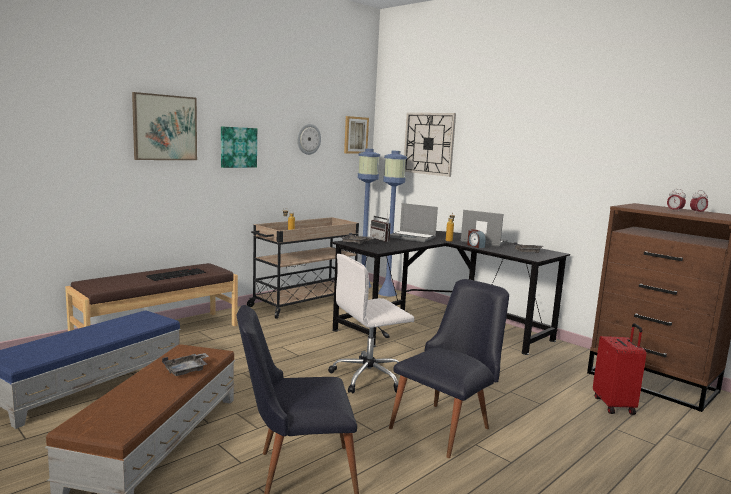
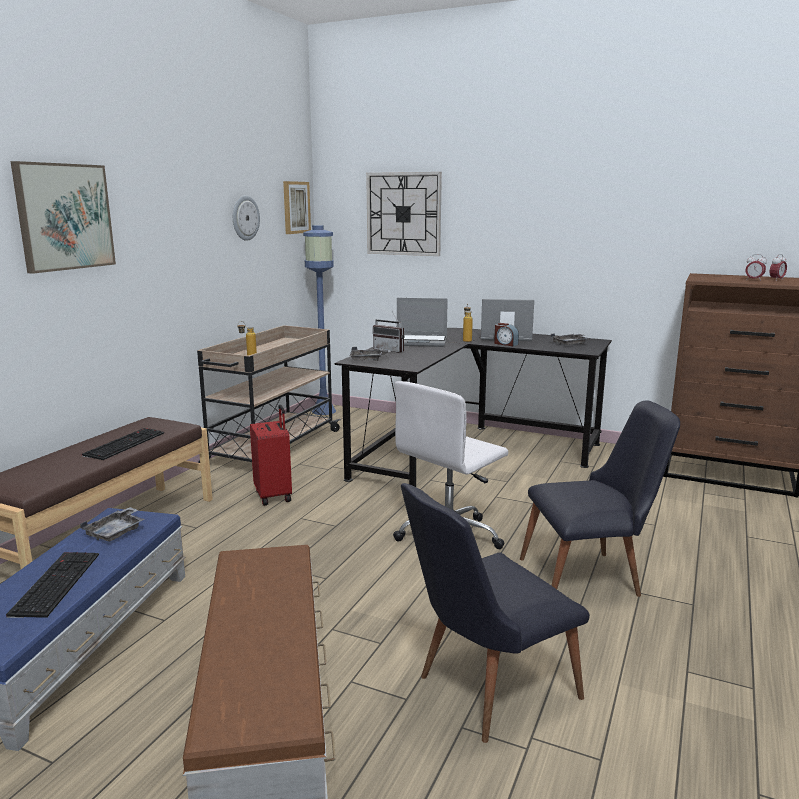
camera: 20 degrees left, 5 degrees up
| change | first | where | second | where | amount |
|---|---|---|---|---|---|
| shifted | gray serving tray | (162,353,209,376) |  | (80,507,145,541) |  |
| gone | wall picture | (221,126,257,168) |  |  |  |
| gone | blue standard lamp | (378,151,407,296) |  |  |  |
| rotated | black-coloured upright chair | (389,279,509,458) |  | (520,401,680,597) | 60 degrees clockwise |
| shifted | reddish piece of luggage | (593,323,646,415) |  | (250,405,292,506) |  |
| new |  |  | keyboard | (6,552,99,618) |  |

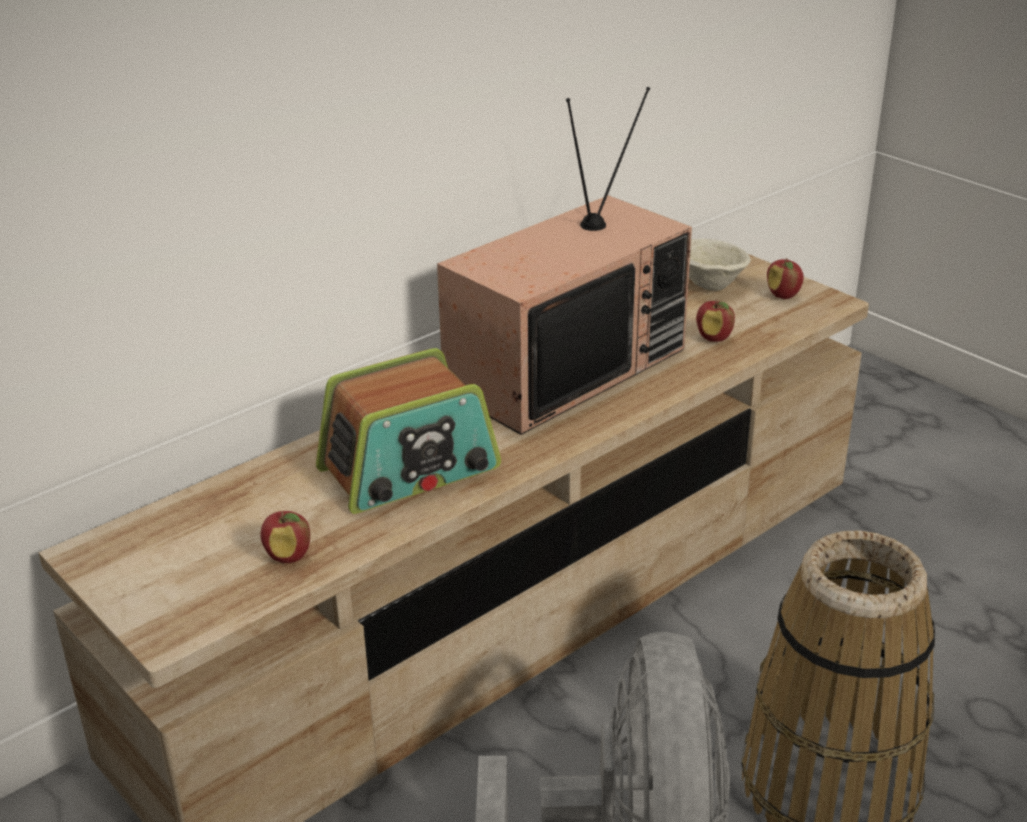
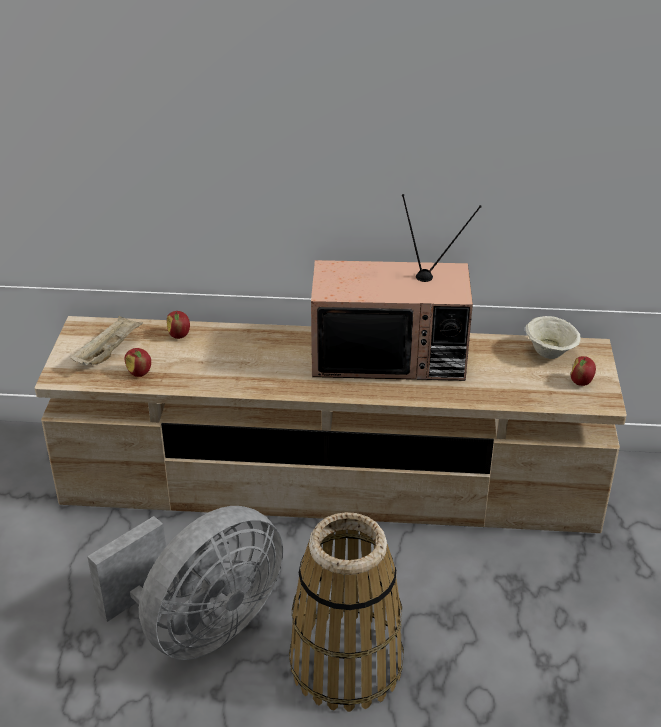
camera: 45 degrees right, 5 degrees up
| change | first | where | second | where | amount |
|---|---|---|---|---|---|
| gone | radio set | (316,348,501,514) |  |  |  |
| shifted | apple | (696,299,735,342) |  | (167,311,190,339) |  |
| new |  |  | beige serving tray | (70,316,143,366) |  |

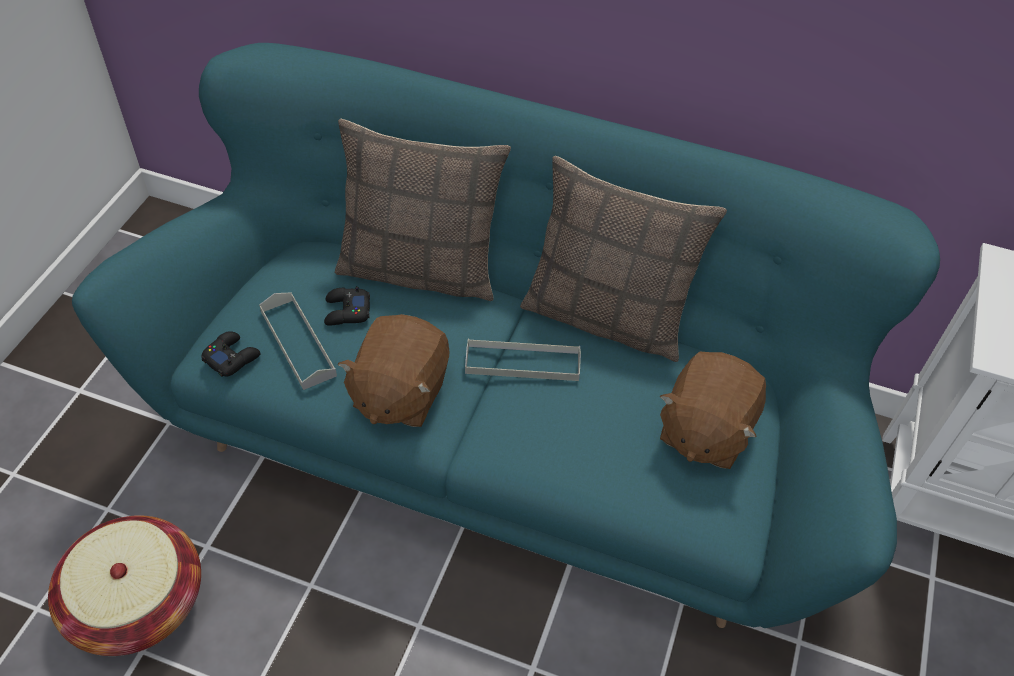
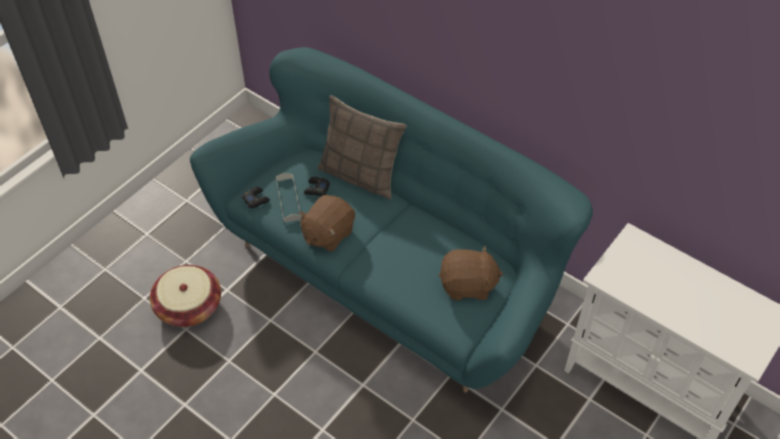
camera: 20 degrees right, 0 degrees up
| change | first | where | second | where | amount |
|---|---|---|---|---|---|
| gone | gray serving tray | (465,339,581,381) |  |  |  |
| gone | throw pillow | (520,156,727,362) |  |  |  |
| rotated | brown cuddly toy | (660,351,766,469) |  | (439,245,503,300) | 135 degrees counterclockwise |

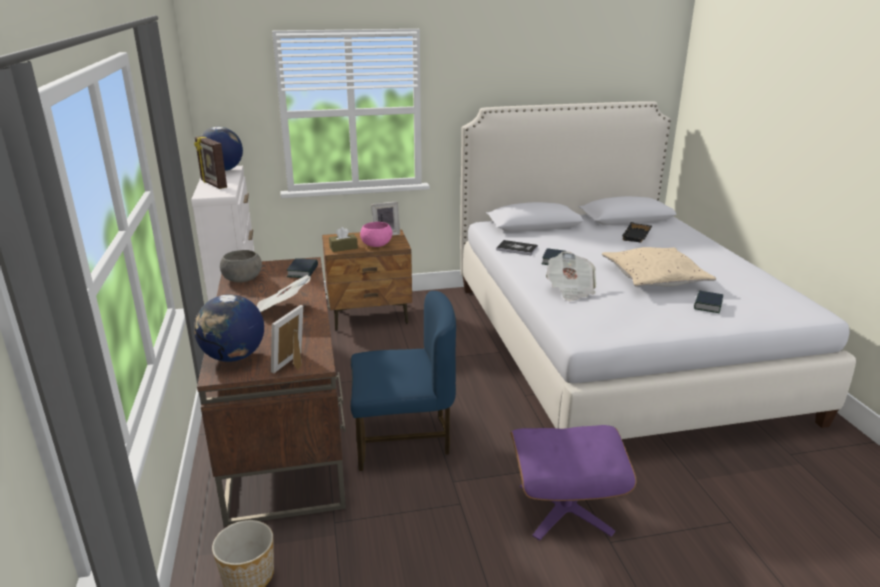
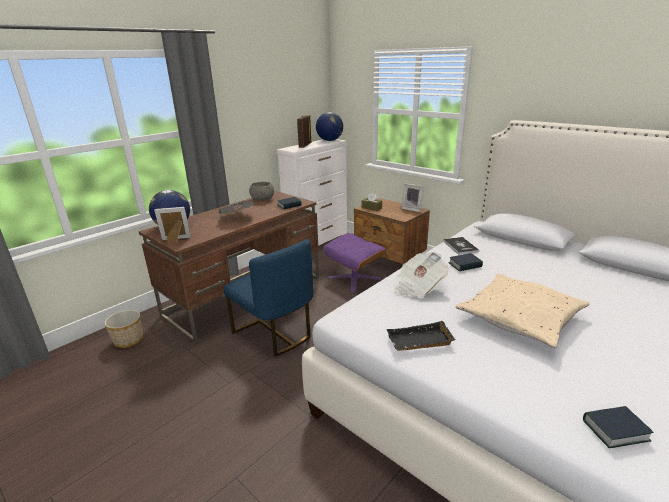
camera: 55 degrees right, 0 degrees up
| change | first | where | second | where | amount |
|---|---|---|---|---|---|
| gone | pink serving bowl | (360,222,392,247) |  |  |  |
| shifted | purplish pouffe | (511,425,636,540) |  | (323,233,387,292) |  |
| shifted | black-coloured serving tray | (622,222,652,242) |  | (387,321,455,351) |  |
| shifted | volume | (694,291,723,313) |  | (583,406,654,448) |  |

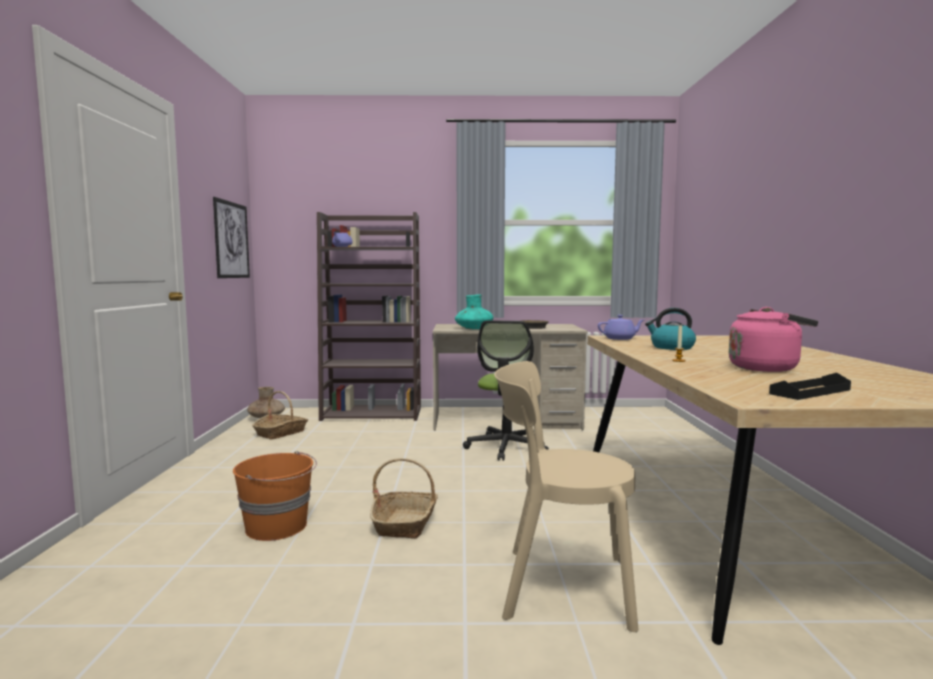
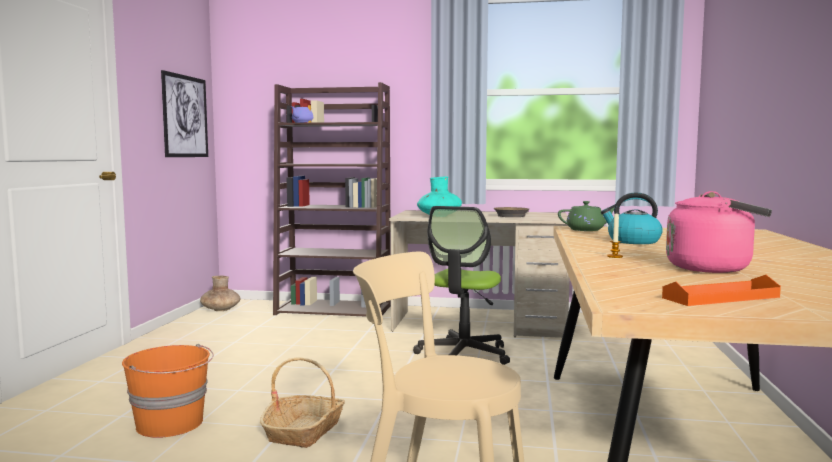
camera: 10 degrees right, 0 degrees up
| change | first | where | second | where | amount |
|---|---|---|---|---|---|
| gone | storage basket | (252,391,308,440) |  |  |  |
| repainted | purplish tea pot | (598,315,644,340) | green tea pot | (558,201,614,231) |  |
| repainted | black-coloured serving tray | (769,373,851,400) | orangey serving tray | (662,275,781,306) |  |

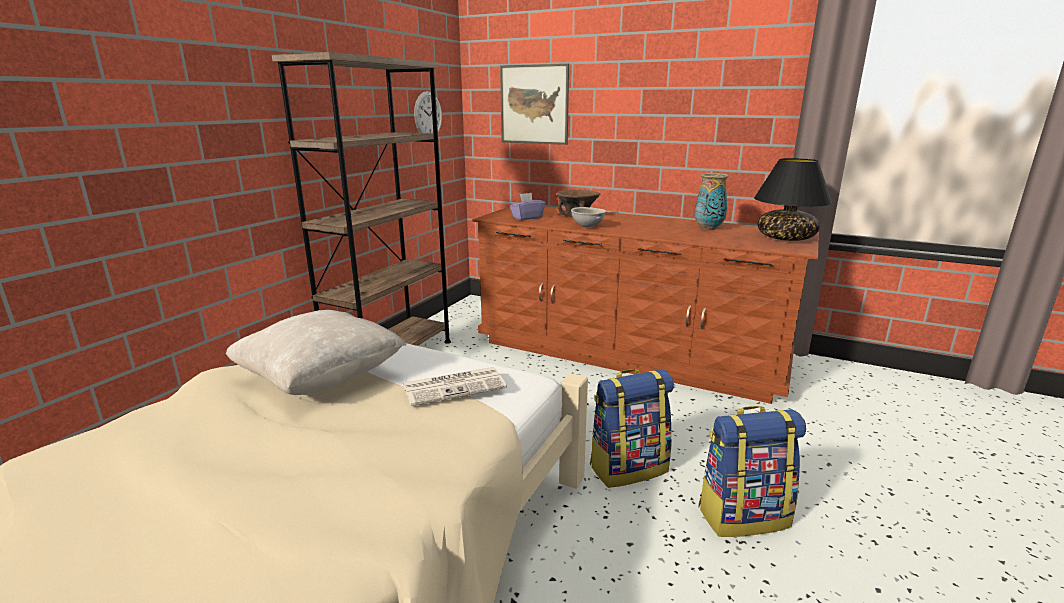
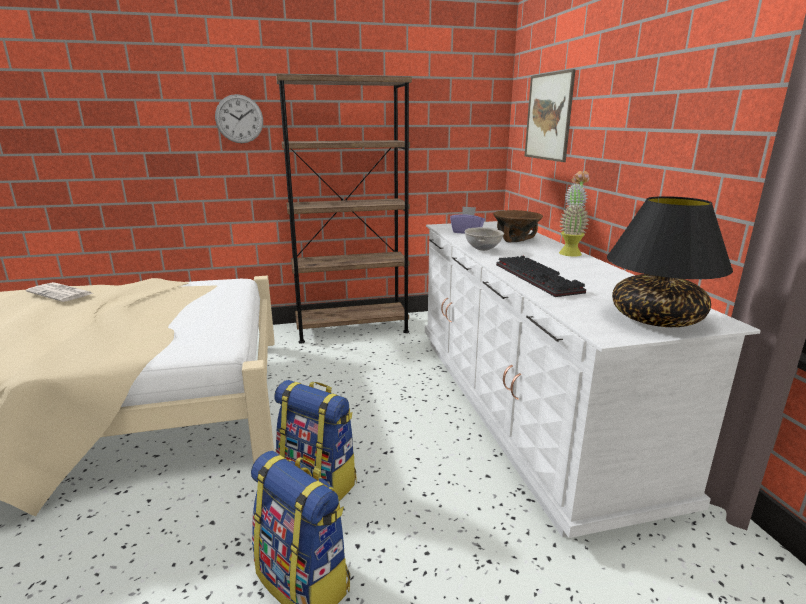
camera: 50 degrees right, 0 degrees up
| change | first | where | second | where | amount |
|---|---|---|---|---|---|
| gone | beige throw pillow | (226,310,406,395) |  |  |  |
| shifted | daily paper | (403,367,507,406) |  | (26,282,93,302) |  |
| shifted | clock on the wall | (414,91,442,133) |  | (215,94,263,143) |  |
| repainted | brown drawer chest | (472,207,819,404) | white-coloured drawer chest | (425,221,761,538) |  |
| gone | flower vase | (694,173,729,230) |  |  |  |
| new |  |  | keyboard | (496,256,586,297) |  |
| new |  |  | plant in a pot | (559,171,590,257) |  |

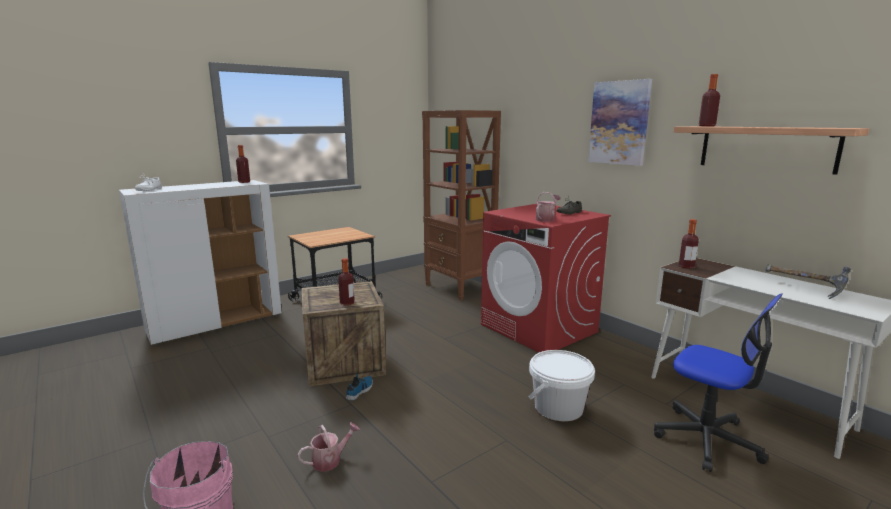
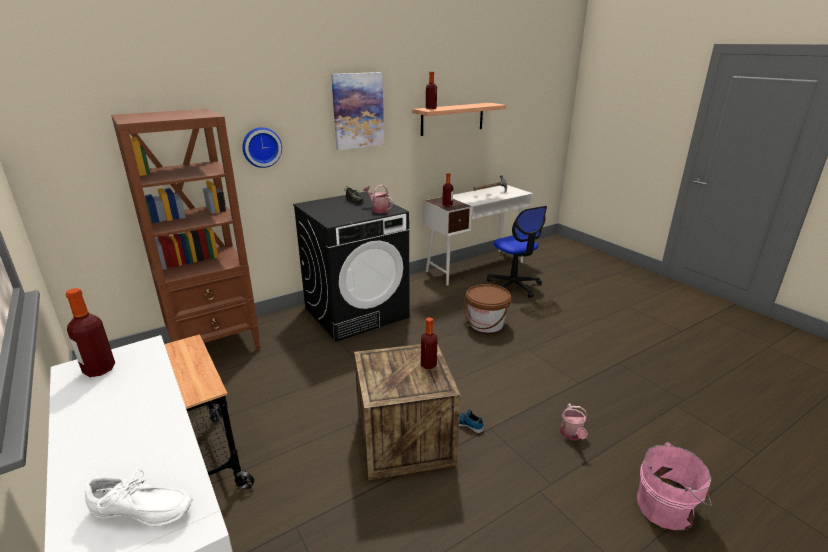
camera: 85 degrees left, 10 degrees up
| change | first | where | second | where | amount |
|---|---|---|---|---|---|
| rotated | watering can | (297,423,360,472) |  | (560,404,588,440) | 150 degrees counterclockwise |
| repainted | reddish laundry appliance | (481,204,611,352) | black-coloured laundry appliance | (293,191,410,342) |  |
| repainted | white-coloured pail | (529,350,595,421) | brown pail | (463,284,511,333) |  |
| rotated | computer chair | (654,293,783,472) |  | (487,206,547,298) | 105 degrees clockwise |
| new |  |  | clock on the wall | (242,127,282,168) |  |

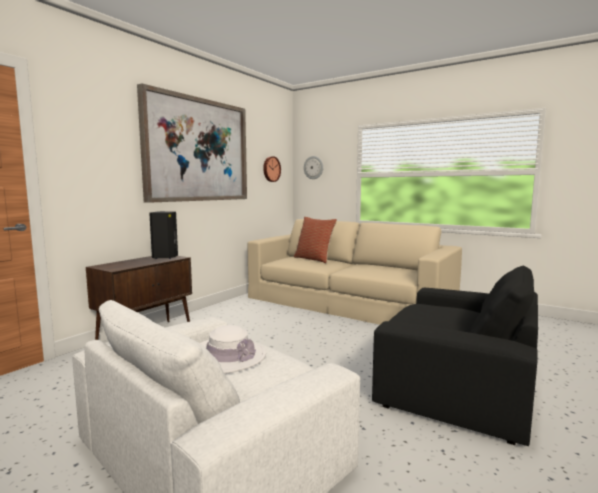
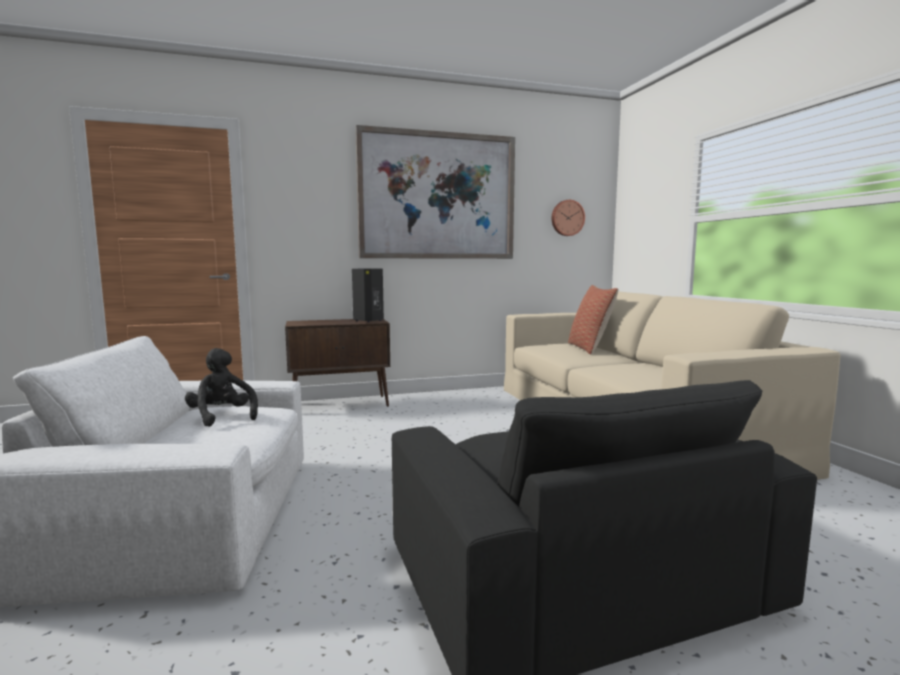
camera: 40 degrees right, 0 degrees up
| change | first | where | second | where | amount |
|---|---|---|---|---|---|
| swapped | white-coloured hat | (200,325,266,374) | black-coloured cuddly toy | (185,348,258,427) |  |
| gone | clock on the wall | (304,156,323,179) |  |  |  |

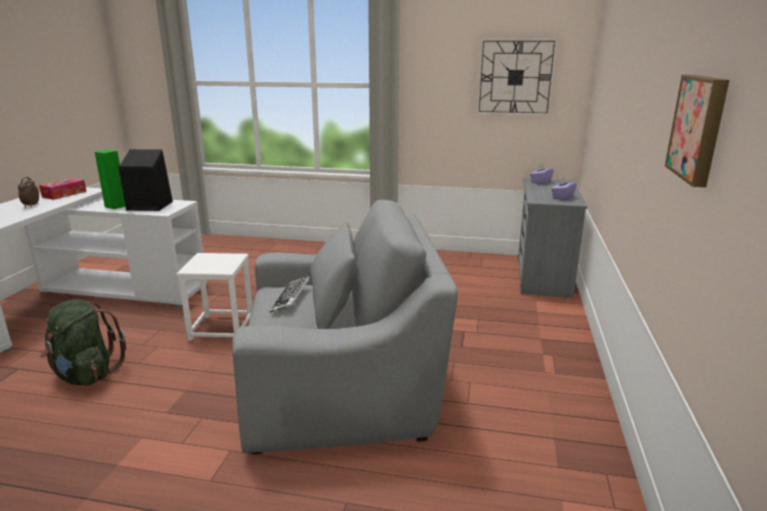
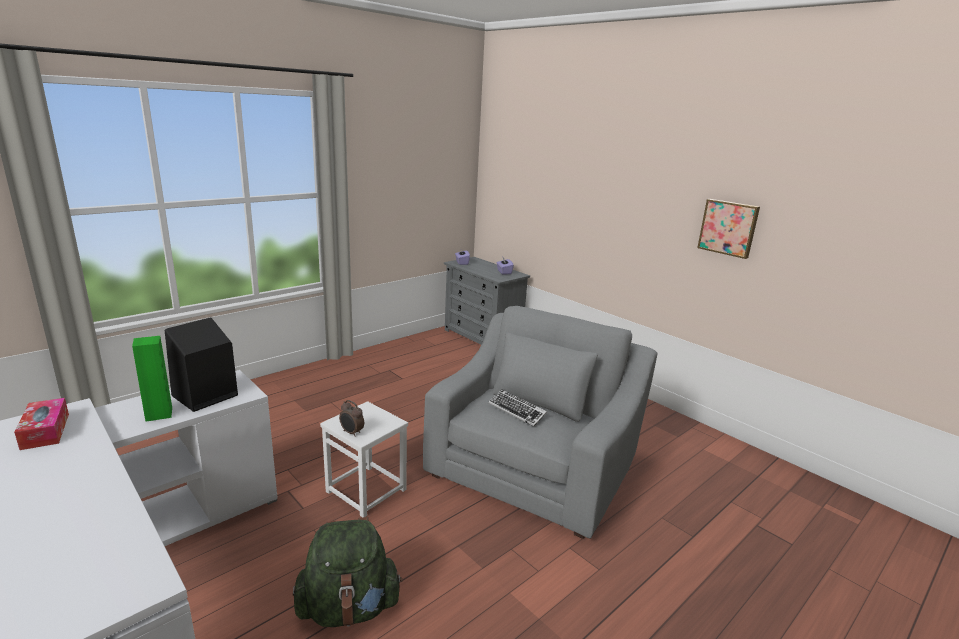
camera: 55 degrees left, 0 degrees up
| change | first | where | second | where | amount |
|---|---|---|---|---|---|
| shifted | table clock | (18,177,39,208) |  | (339,400,364,437) |  |
| gone | clock on the wall | (476,38,558,117) |  |  |  |

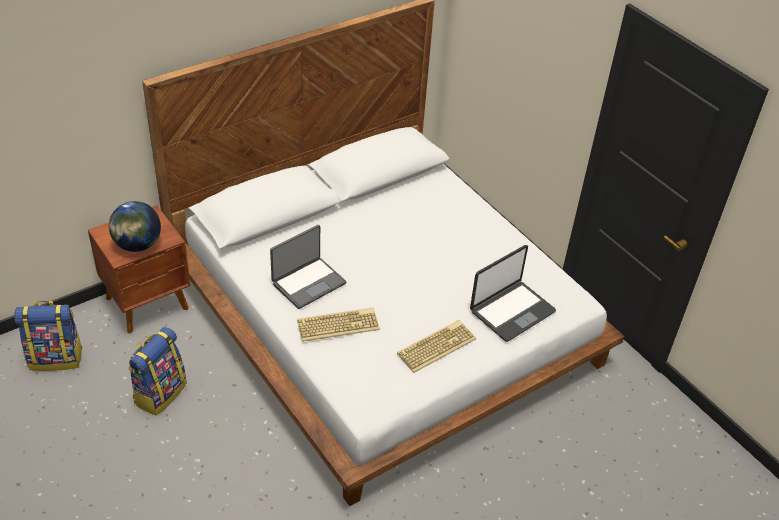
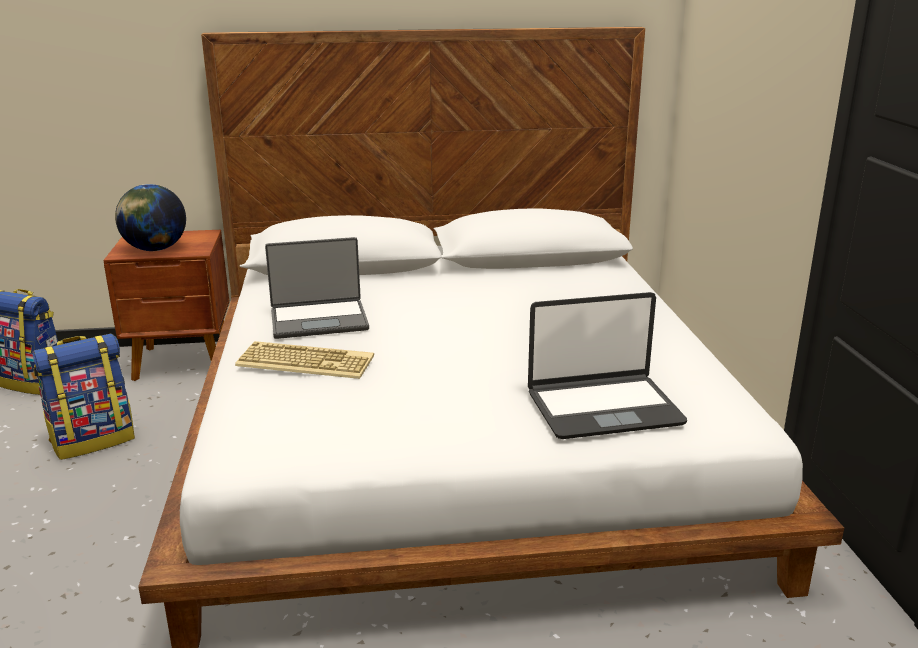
camera: 30 degrees right, 20 degrees down
| change | first | where | second | where | amount |
|---|---|---|---|---|---|
| gone | keyboard | (397,320,476,373) |  |  |  |

